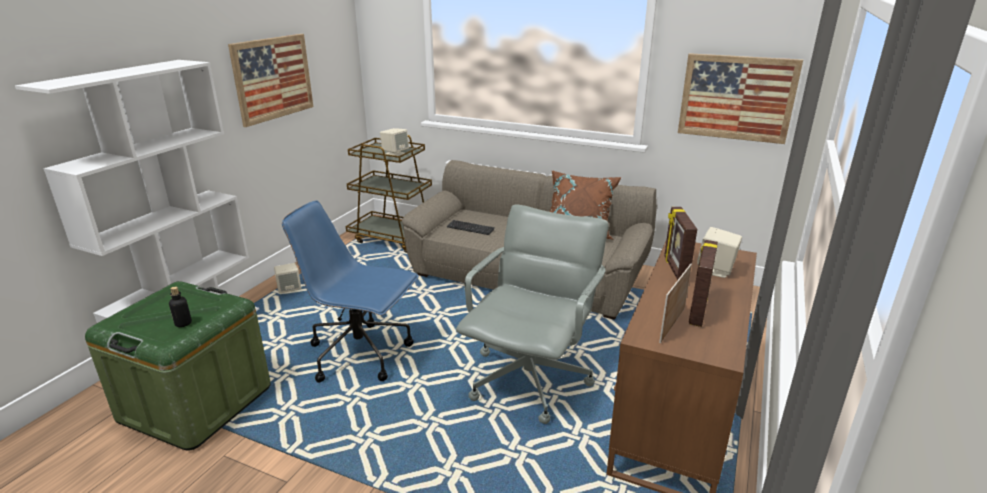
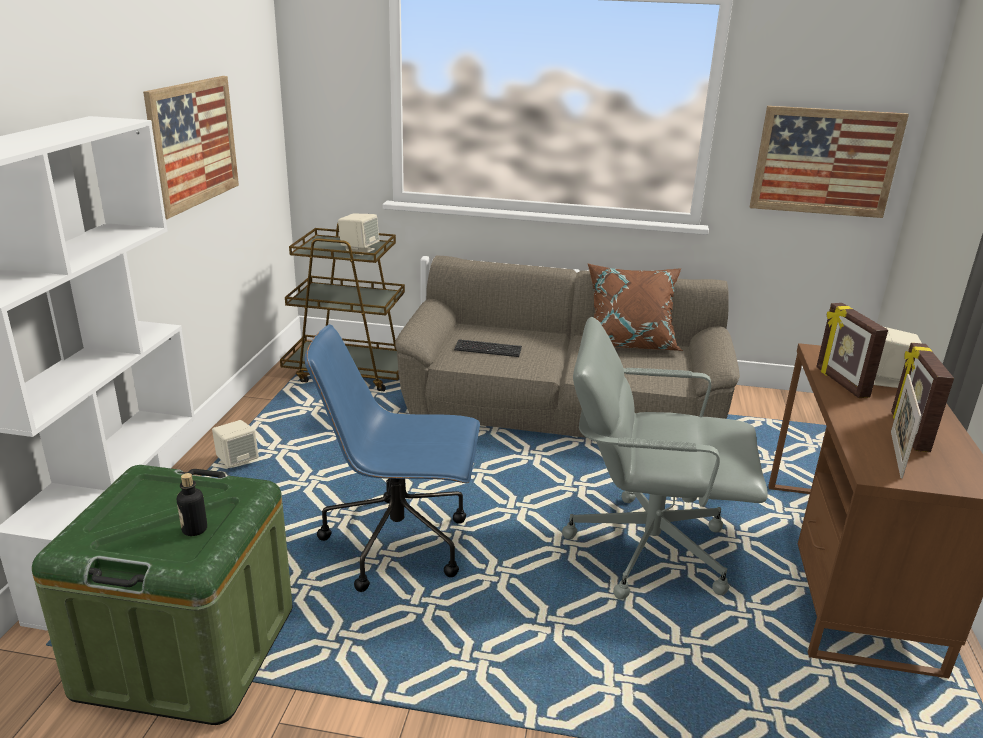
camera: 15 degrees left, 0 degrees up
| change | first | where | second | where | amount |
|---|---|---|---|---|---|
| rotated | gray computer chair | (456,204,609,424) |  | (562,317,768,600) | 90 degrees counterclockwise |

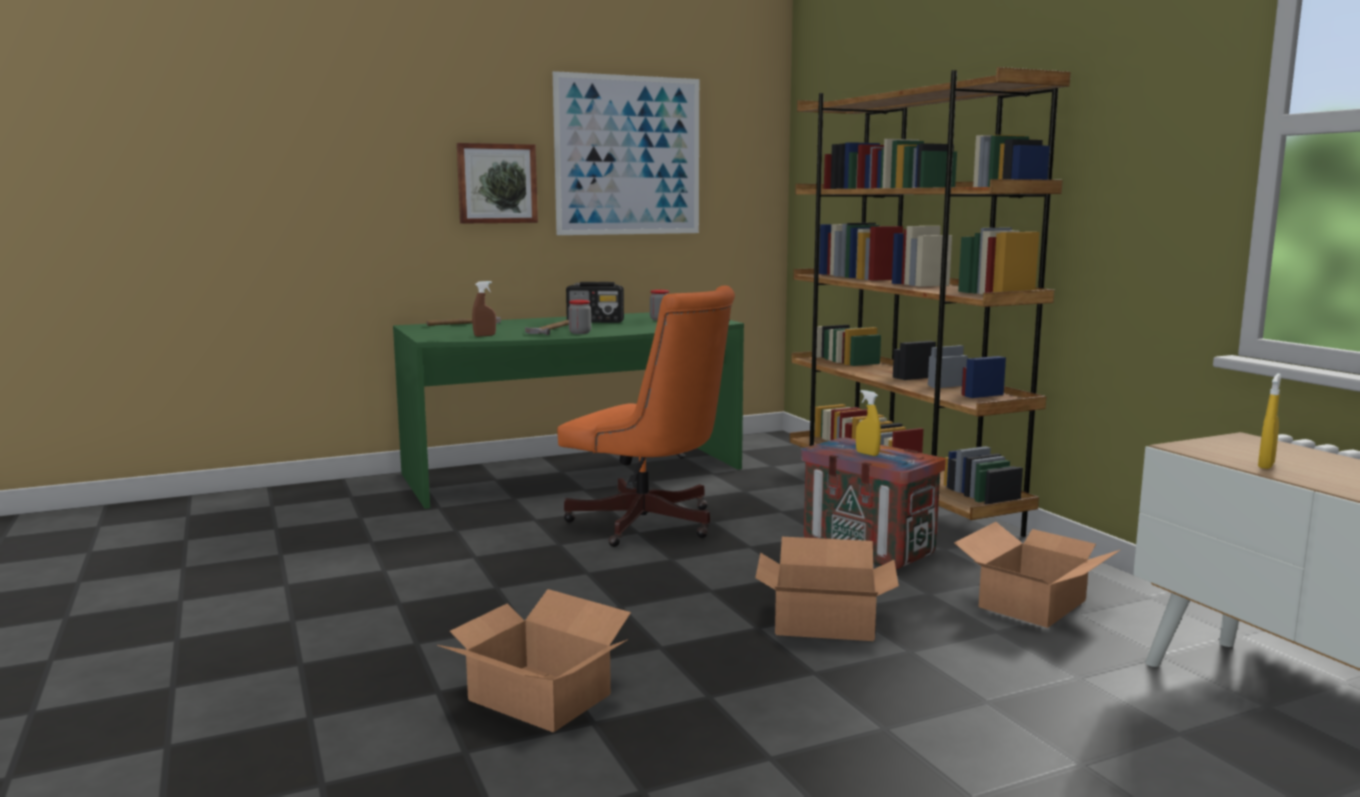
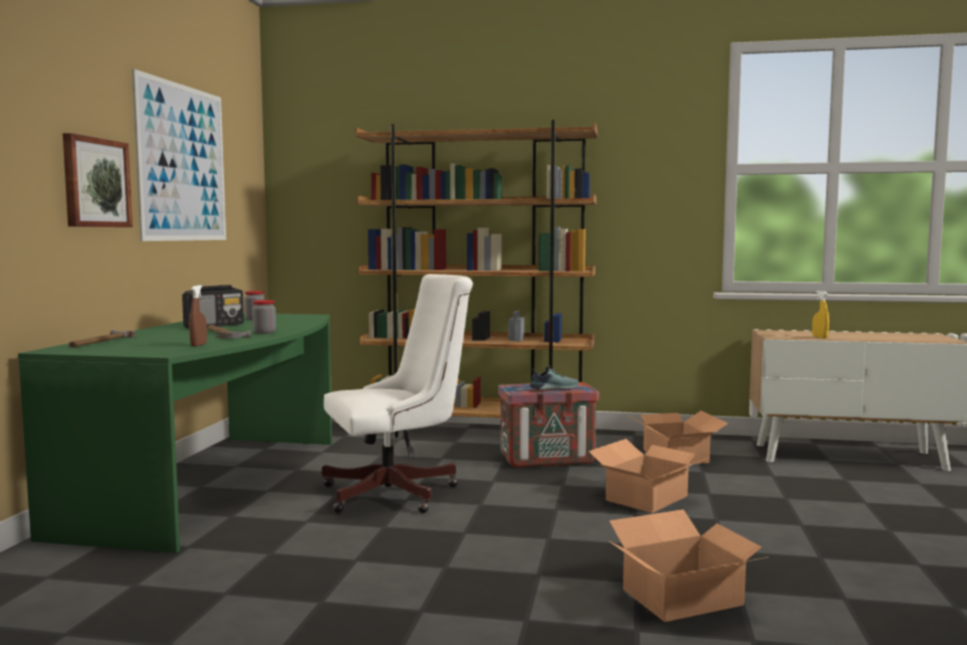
camera: 55 degrees left, 5 degrees down
| change | first | where | second | where | amount |
|---|---|---|---|---|---|
| repainted | orangey computer chair | (557,285,735,547) | white-coloured computer chair | (322,274,473,513) |  |
| swapped | yellow hand sprayer | (856,390,881,456) | shoe | (530,366,578,390) |  |

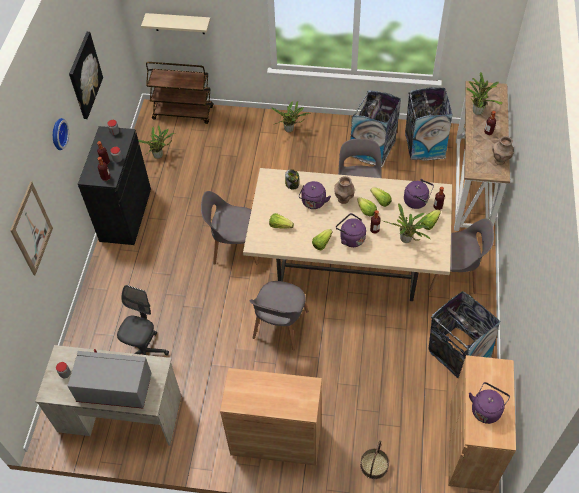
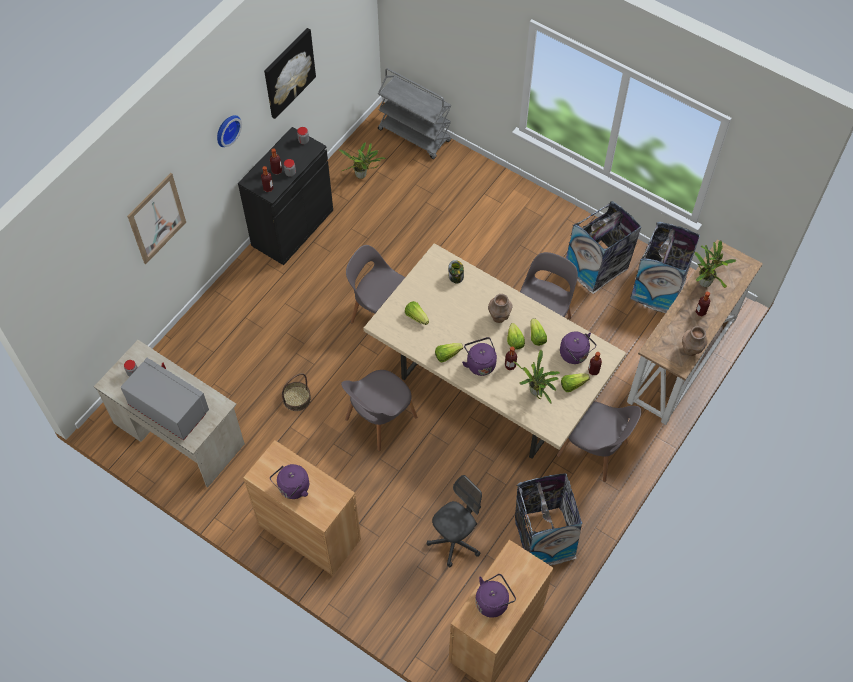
camera: 25 degrees right, 5 degrees up
| change | first | where | second | where | amount |
|---|---|---|---|---|---|
| shifted | gray computer chair | (117,285,169,355) |  | (427,475,482,567) |  |
| gone | beige wall shelf | (141,13,211,34) |  |  |  |
| repainted | brown trolley | (146,62,213,124) | gray trolley | (378,68,452,159) |  |
| gone | plant in a pot | (271,101,310,132) |  |  |  |
| shifted | purplish tea kettle | (299,181,331,209) |  | (270,464,309,499) |  |
| shifted | storage basket | (360,440,389,479) |  | (282,373,311,411) |  |

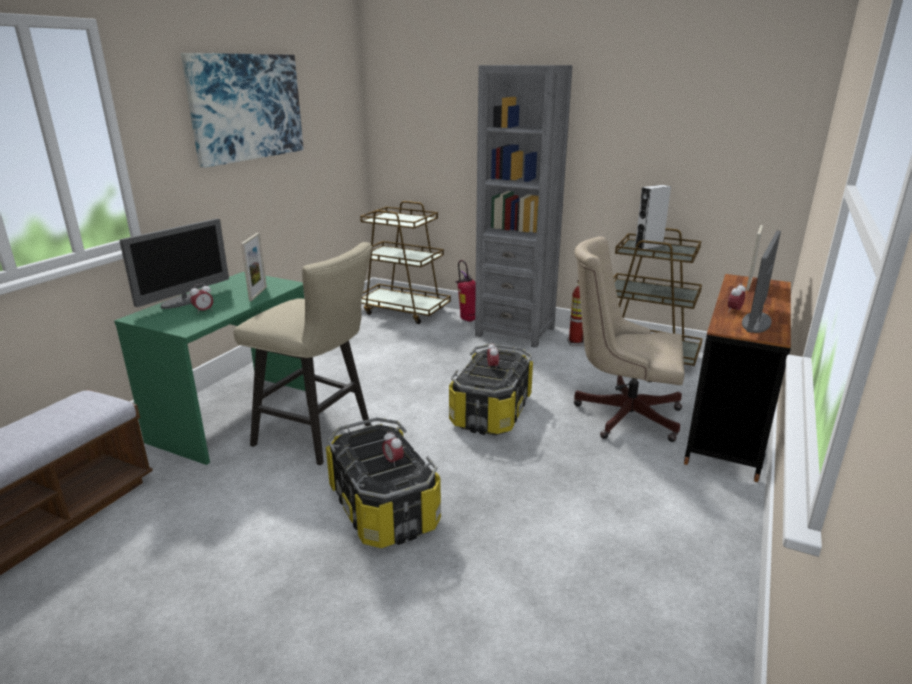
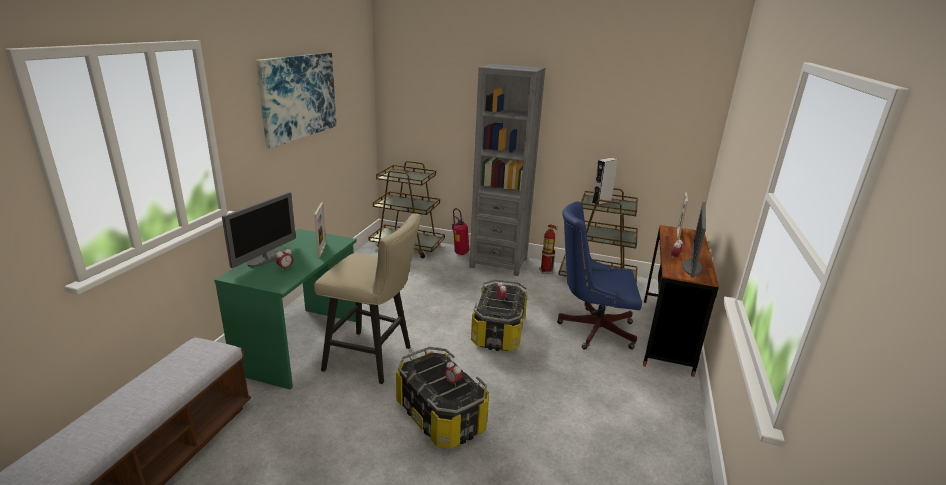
camera: 10 degrees left, 0 degrees up
| change | first | where | second | where | amount |
|---|---|---|---|---|---|
| repainted | beige computer chair | (574,236,685,442) | blue computer chair | (557,201,642,350) |  |

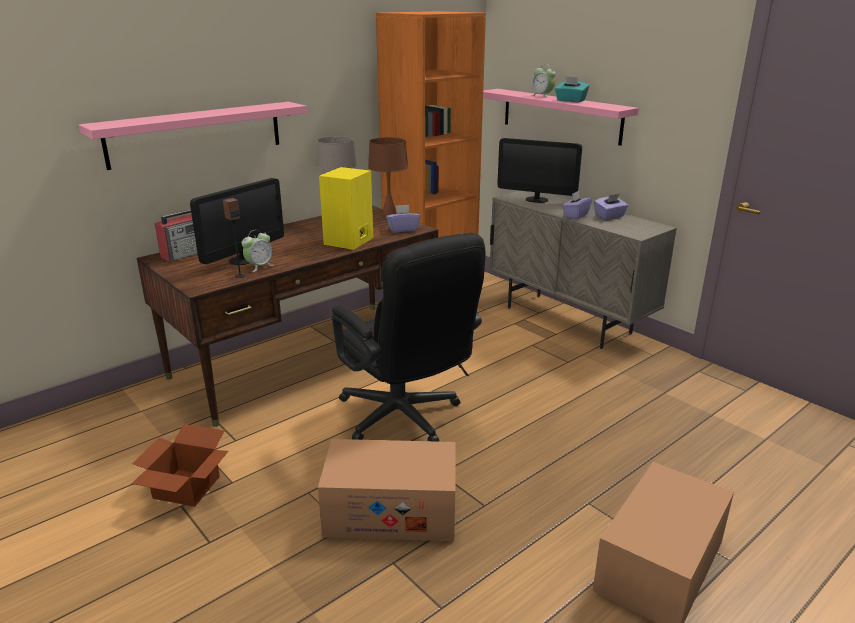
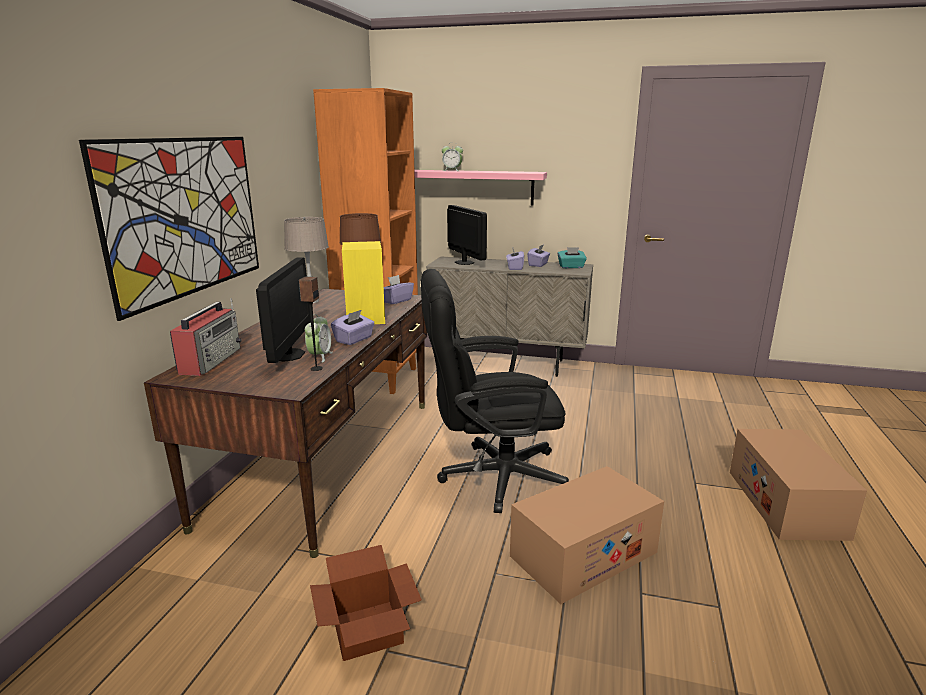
camera: 35 degrees left, 5 degrees down
| change | first | where | second | where | amount |
|---|---|---|---|---|---|
| swapped | pink wall shelf | (79,102,307,170) | wall picture | (79,137,259,321) |  |
| rotated | black-coloured computer chair | (332,233,485,442) |  | (421,269,569,513) | 150 degrees clockwise |
| rotated | computer screen | (498,138,582,203) |  | (447,205,487,265) | 105 degrees counterclockwise |
| shifted | turquoise tissue holder | (555,76,589,102) |  | (558,247,587,268) |  |
| new |  |  | purplish tissue holder | (331,310,375,345) |  |

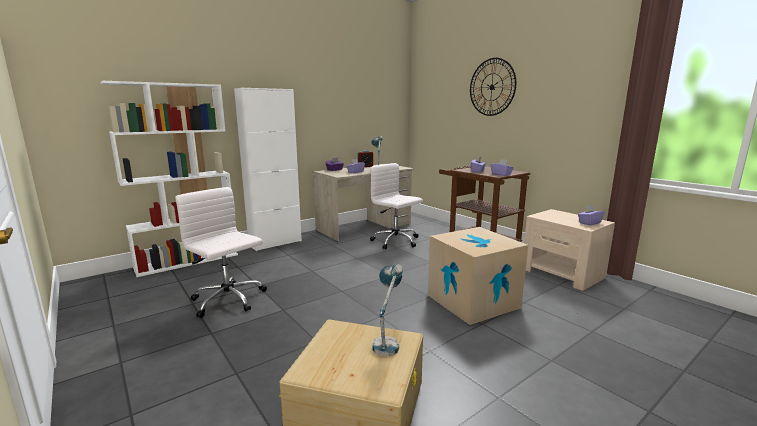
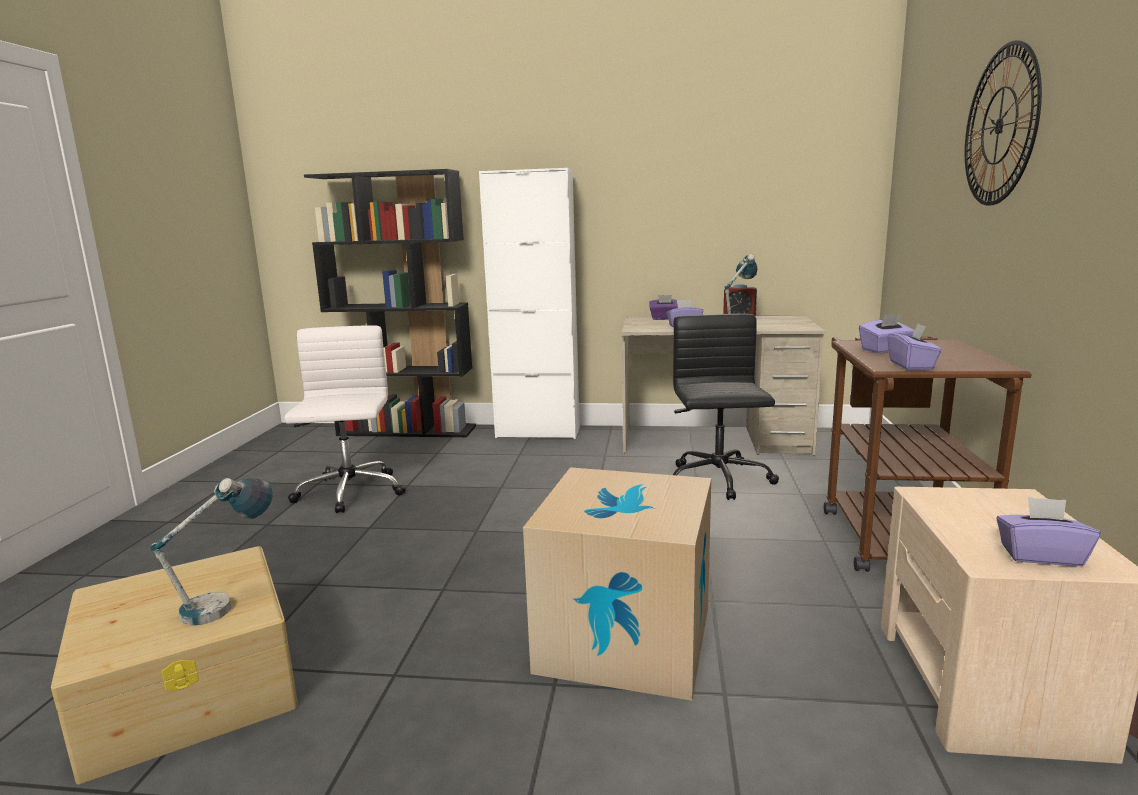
camera: 45 degrees right, 0 degrees up
| change | first | where | second | where | amount |
|---|---|---|---|---|---|
| repainted | white-coloured bookshelf | (100,81,238,277) | black-coloured bookshelf | (304,169,476,437) |  |
| repainted | white-coloured computer chair | (370,163,423,250) | black-coloured computer chair | (673,314,779,500) |  |

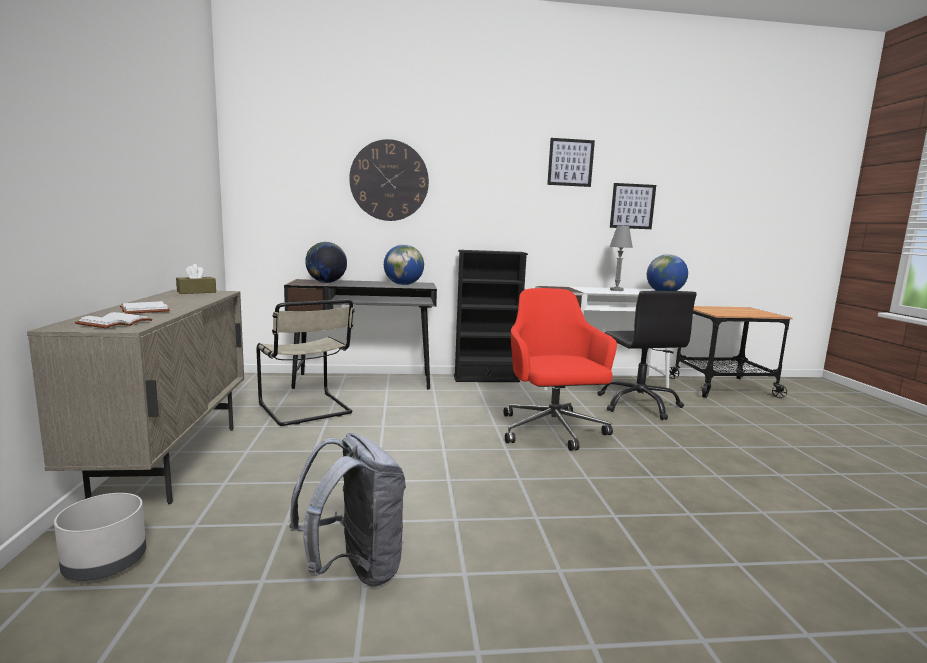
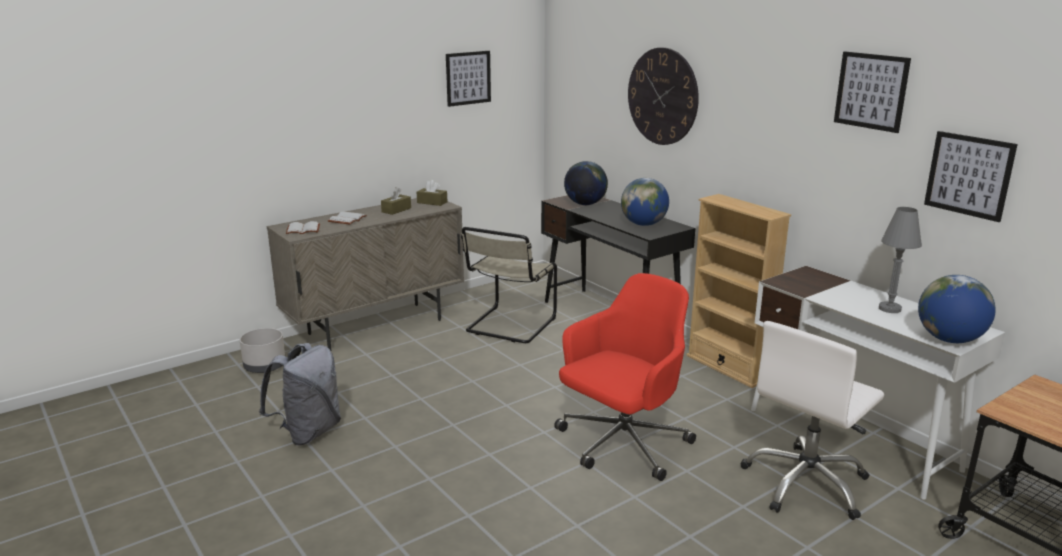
camera: 60 degrees right, 10 degrees up
| change | first | where | second | where | amount |
|---|---|---|---|---|---|
| repainted | black-coloured bookshelf | (454,250,528,382) | beige bookshelf | (686,194,791,388) |  |
| repainted | black-coloured computer chair | (597,291,697,420) | white-coloured computer chair | (741,321,884,520) |  |
| new |  |  | brown tissue holder | (381,187,411,215) |  |
| new |  |  | wall picture | (446,51,491,107) |  |

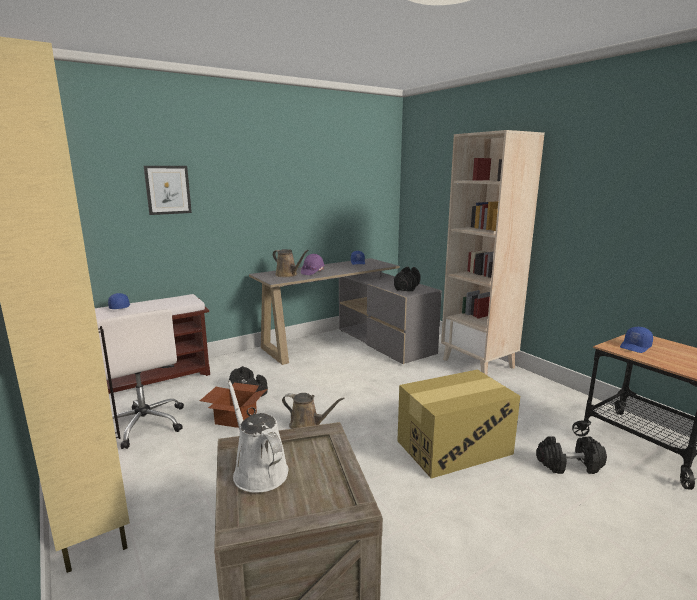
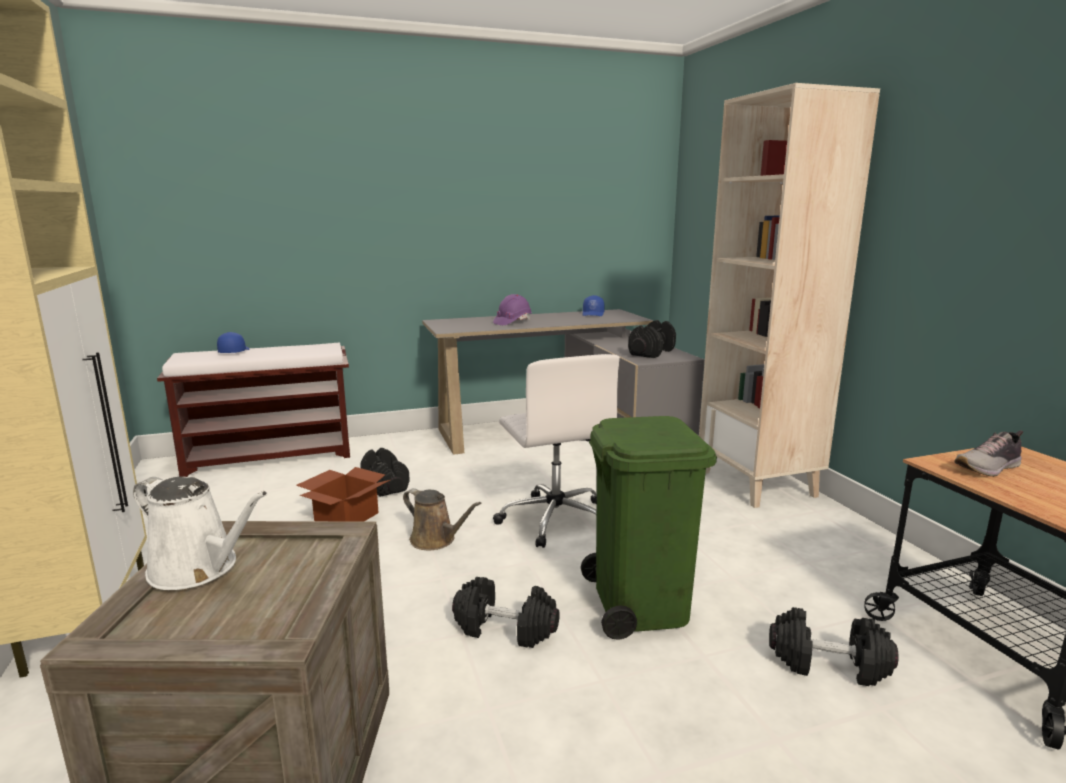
camera: 15 degrees right, 0 degrees up
| change | first | where | second | where | amount |
|---|---|---|---|---|---|
| shifted | white-coloured computer chair | (97,309,184,449) |  | (493,354,620,548) |  |
| gone | wall picture | (144,166,192,215) |  |  |  |
| rotated | white-coloured watering can | (227,380,289,493) |  | (133,477,268,590) | 135 degrees clockwise |
| gone | brown watering can | (273,249,309,277) |  |  |  |
| swapped | packing box | (397,370,520,479) | green rubbish bin | (581,416,717,640) |  |
| swapped | blue cap | (620,327,653,353) | shoe | (954,430,1023,477) |  |
| new |  |  | black-coloured free weight | (452,577,560,648) |  |

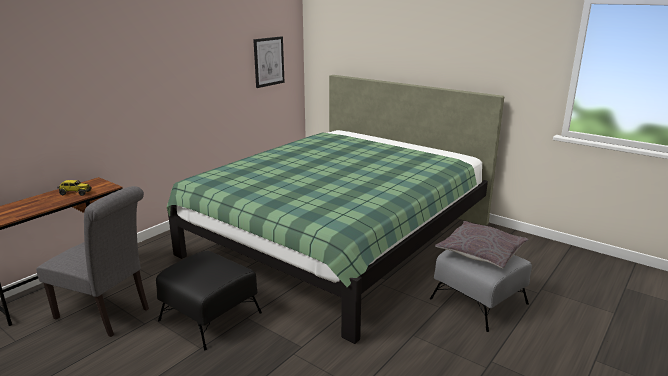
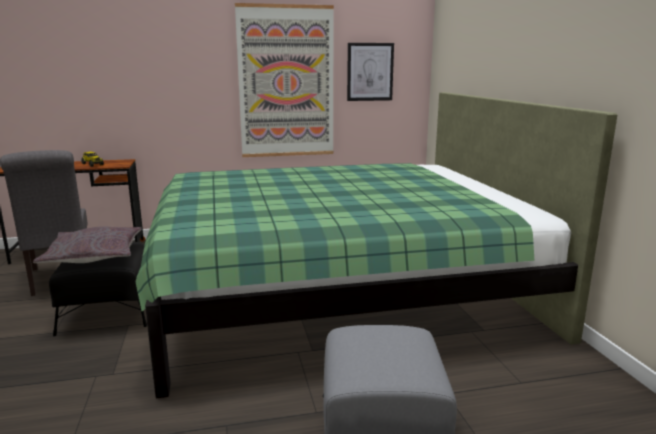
camera: 40 degrees right, 5 degrees down
| change | first | where | second | where | amount |
|---|---|---|---|---|---|
| shifted | gray throw pillow | (435,221,529,269) |  | (33,226,142,263) |  |
| new |  |  | wall picture | (235,3,334,157) |  |

